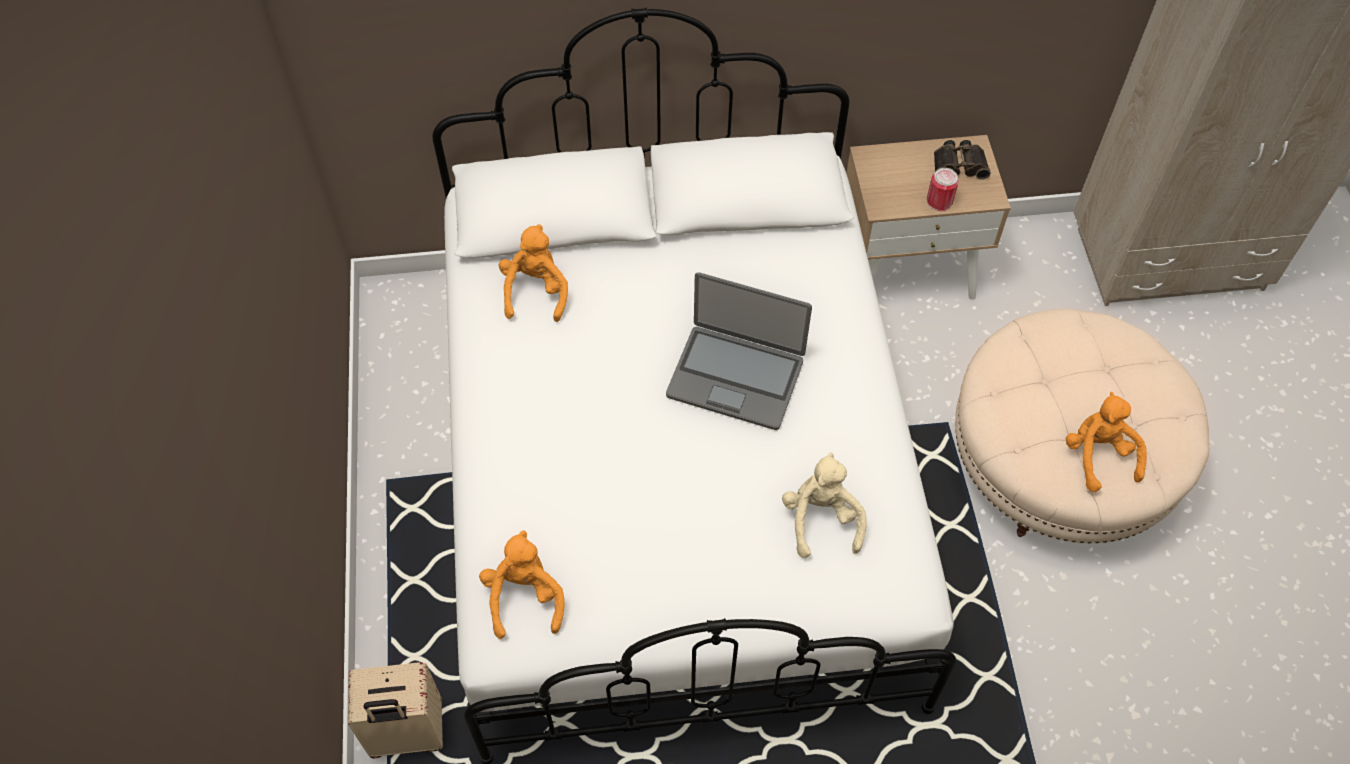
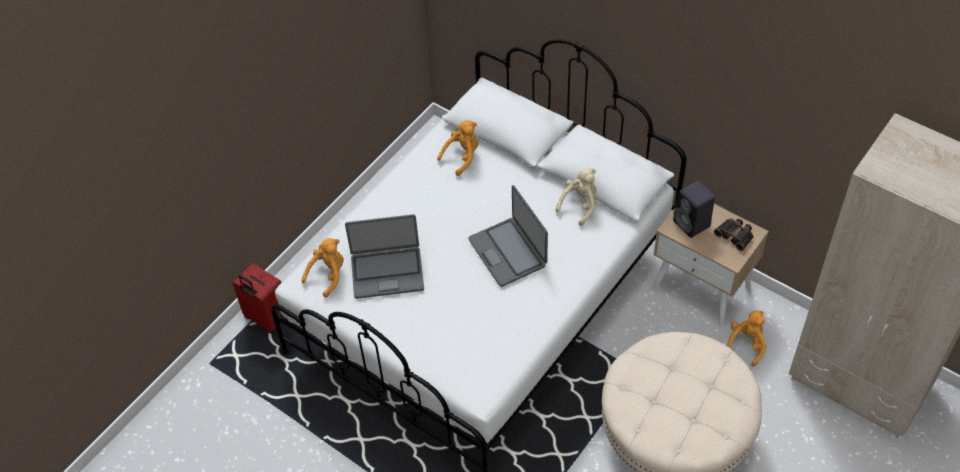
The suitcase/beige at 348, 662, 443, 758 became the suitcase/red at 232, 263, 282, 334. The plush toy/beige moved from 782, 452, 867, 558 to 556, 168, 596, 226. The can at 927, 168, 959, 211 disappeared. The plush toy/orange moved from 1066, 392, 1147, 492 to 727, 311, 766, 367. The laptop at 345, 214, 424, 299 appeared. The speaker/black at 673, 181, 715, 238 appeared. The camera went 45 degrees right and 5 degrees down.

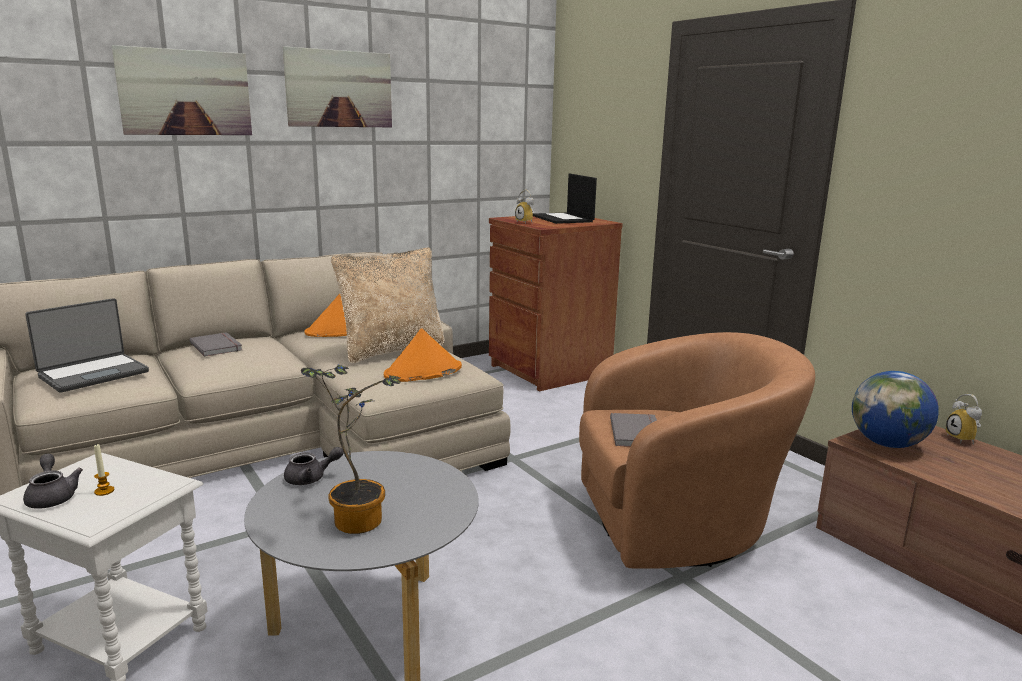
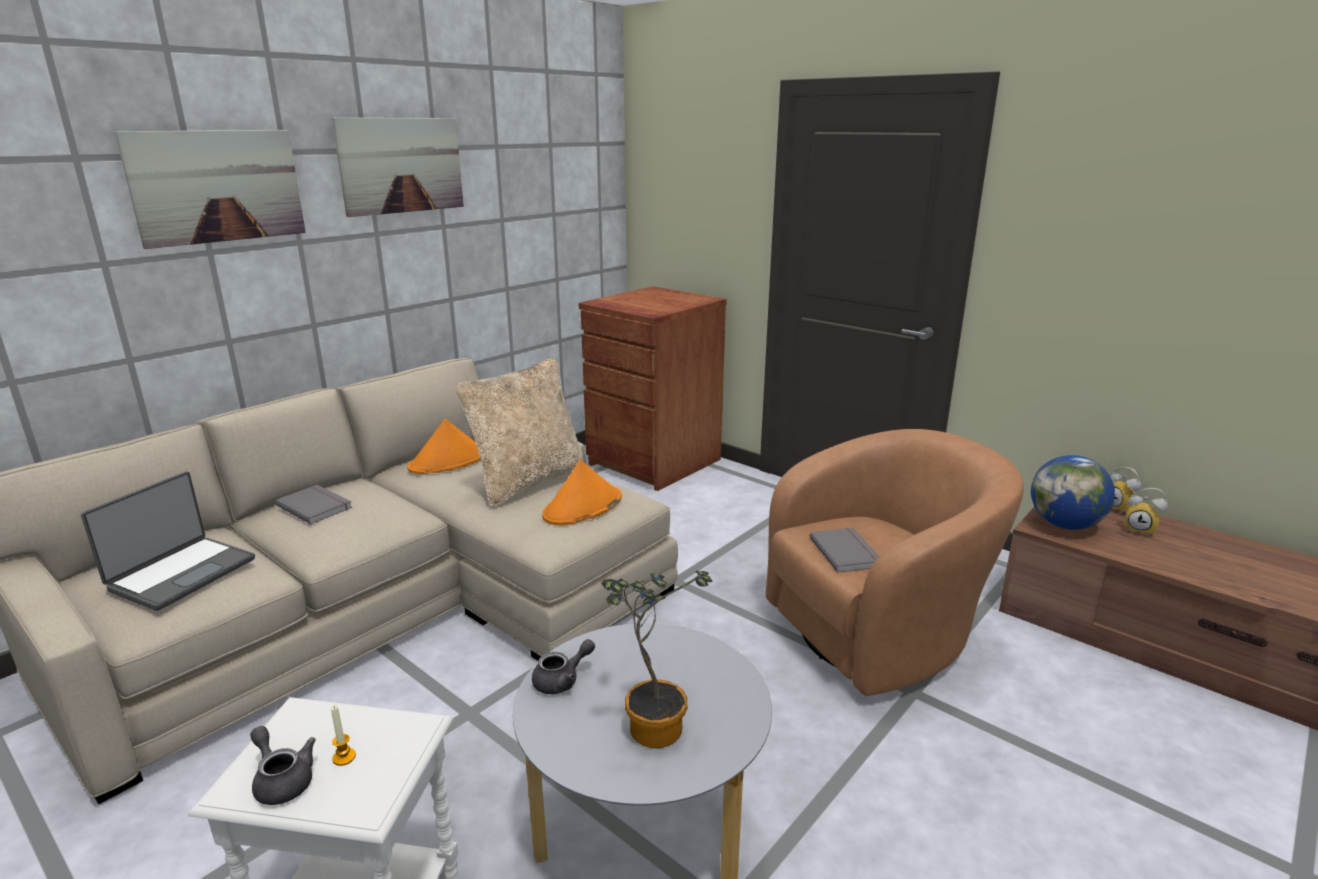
The alarm clock moved from 515, 190, 534, 223 to 1124, 488, 1168, 536. The laptop at 533, 174, 597, 224 disappeared. The camera went 15 degrees left and 5 degrees up.

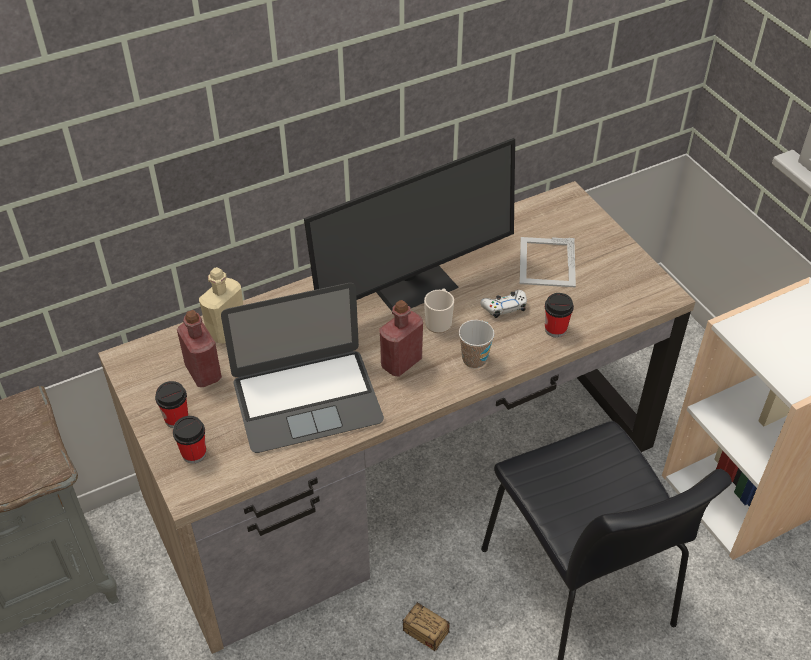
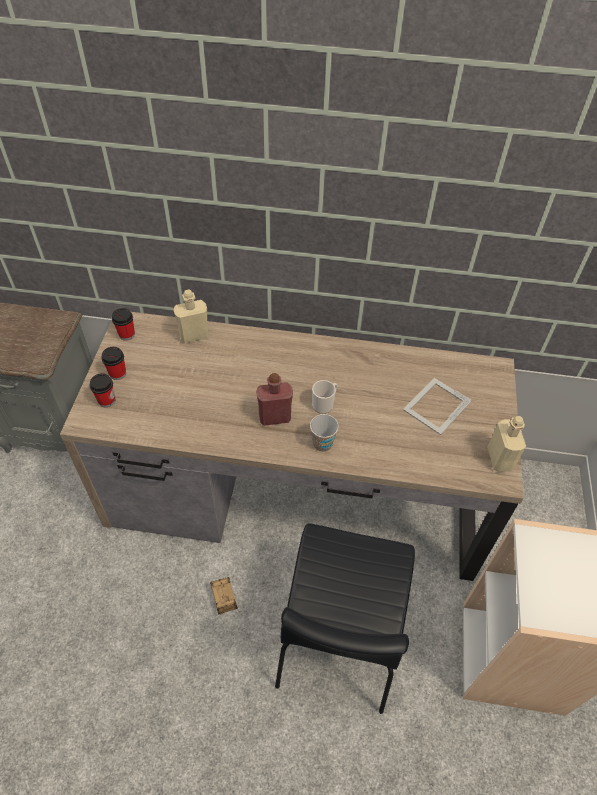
The bottle/red at 177, 310, 222, 387 disappeared. The laptop at 221, 283, 384, 453 disappeared. The monitor at 304, 138, 515, 311 disappeared. The game controller/white at 480, 290, 527, 318 disappeared. The cup moved from 545, 293, 574, 337 to 112, 308, 135, 341. The bottle/beige at 487, 416, 526, 472 appeared. The camera went 35 degrees right and 5 degrees up.

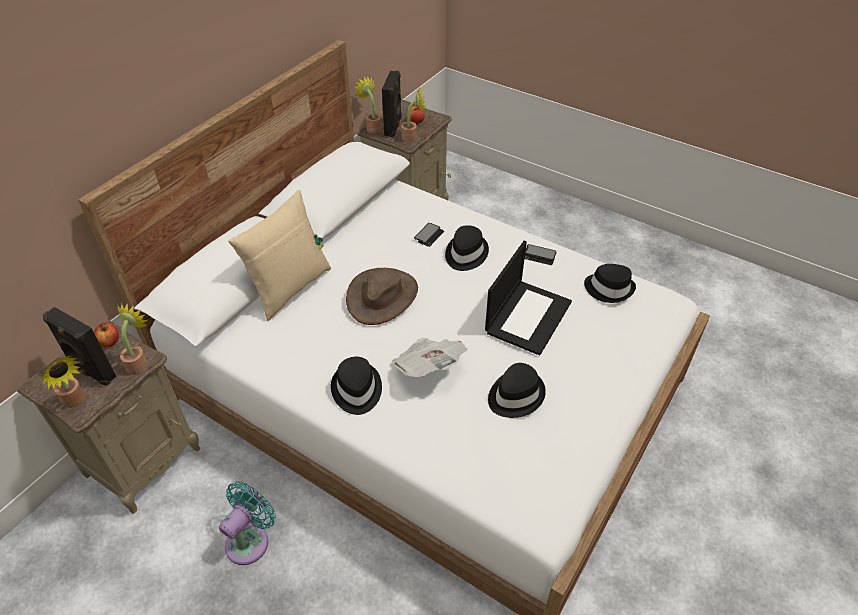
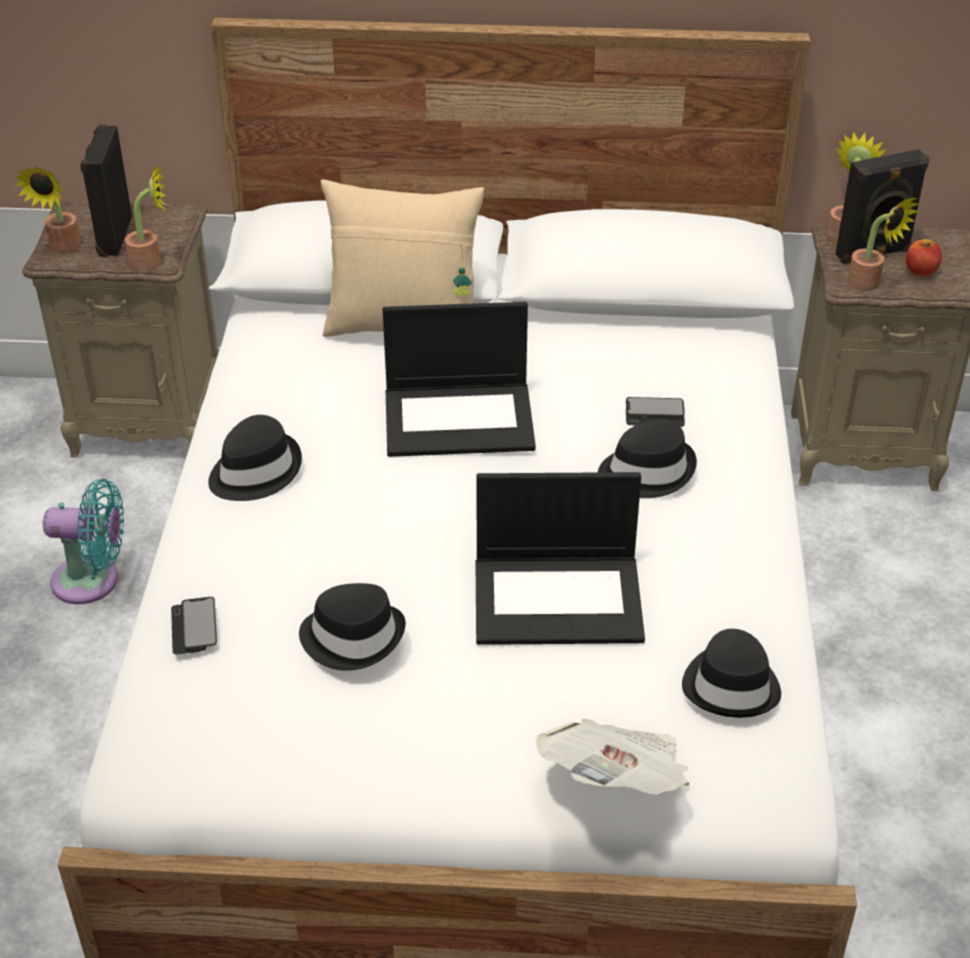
The apple at 94, 322, 119, 347 disappeared. The hat/brown at 346, 268, 418, 325 was replaced by the laptop at 383, 302, 536, 457. The newspaper moved from 392, 338, 468, 377 to 536, 718, 690, 795. The phone moved from 525, 244, 557, 265 to 171, 597, 217, 654. The camera went 60 degrees right and 5 degrees down.

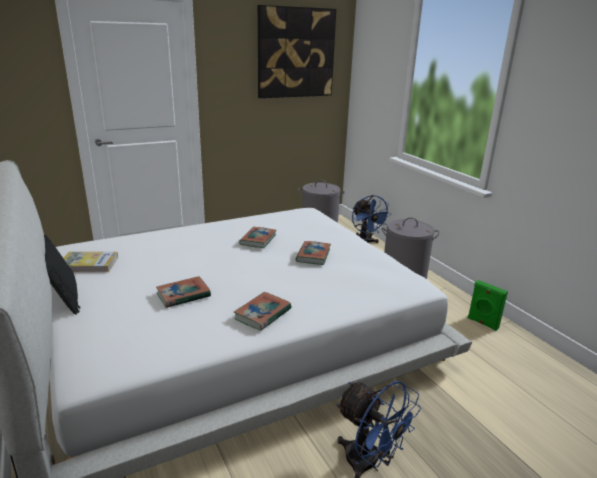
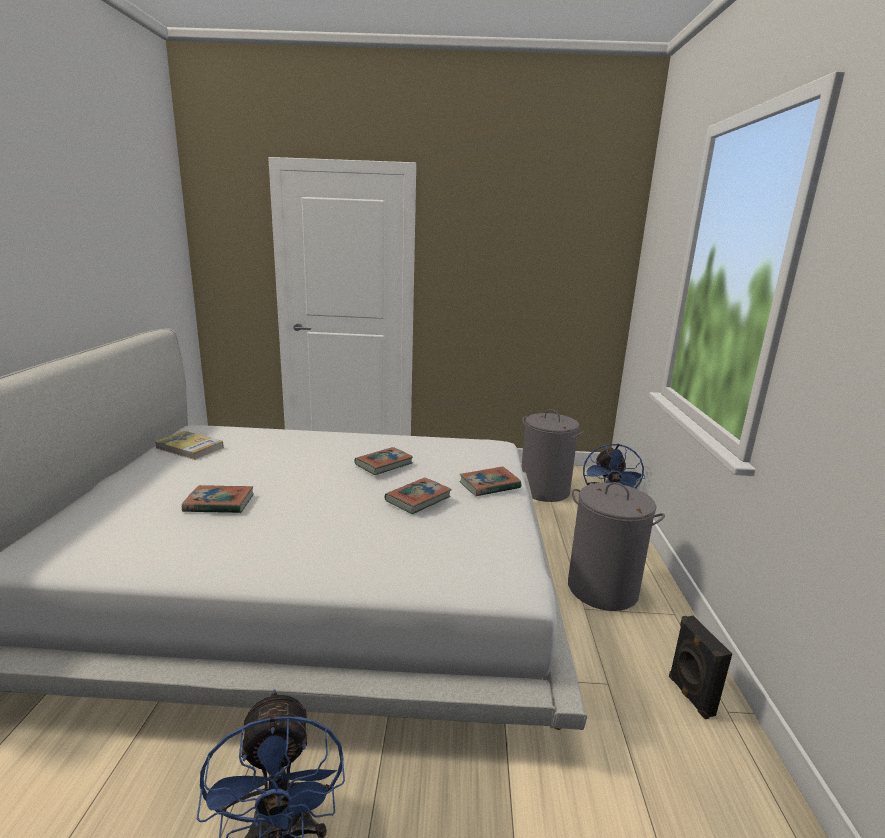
The pillow/black at 44, 235, 80, 315 disappeared. The book moved from 234, 292, 291, 331 to 459, 466, 521, 496. The picture at 258, 5, 336, 98 disappeared. The speaker/green at 468, 280, 508, 331 became the speaker/black at 669, 616, 732, 719. The camera went 30 degrees right and 5 degrees down.

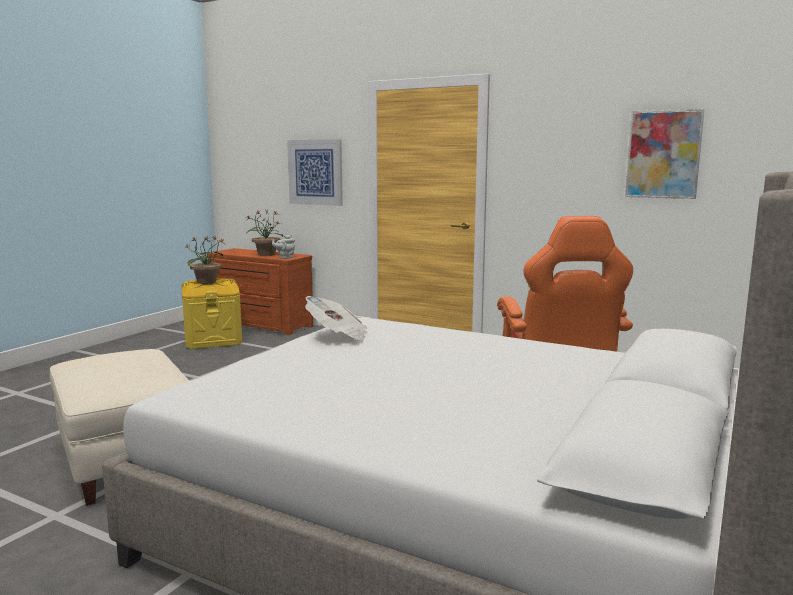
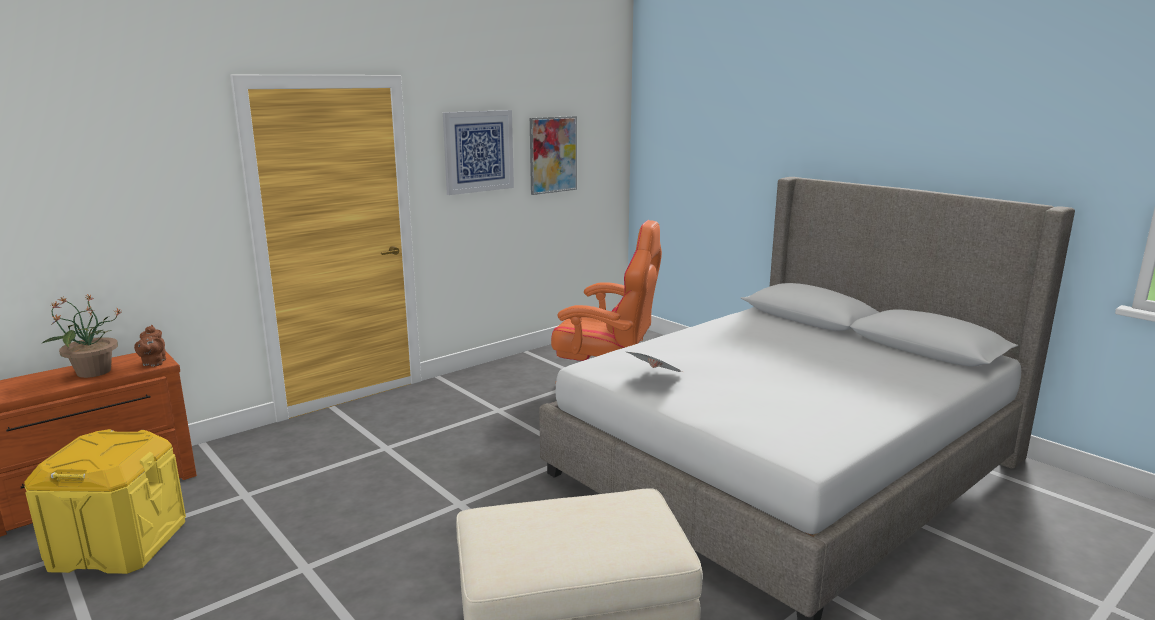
The potted plant at 186, 235, 228, 284 disappeared. The teapot/grey at 272, 235, 295, 259 became the teapot/brown at 134, 325, 166, 366. The picture moved from 287, 139, 343, 206 to 443, 110, 514, 195. The camera went 70 degrees left and 5 degrees up.

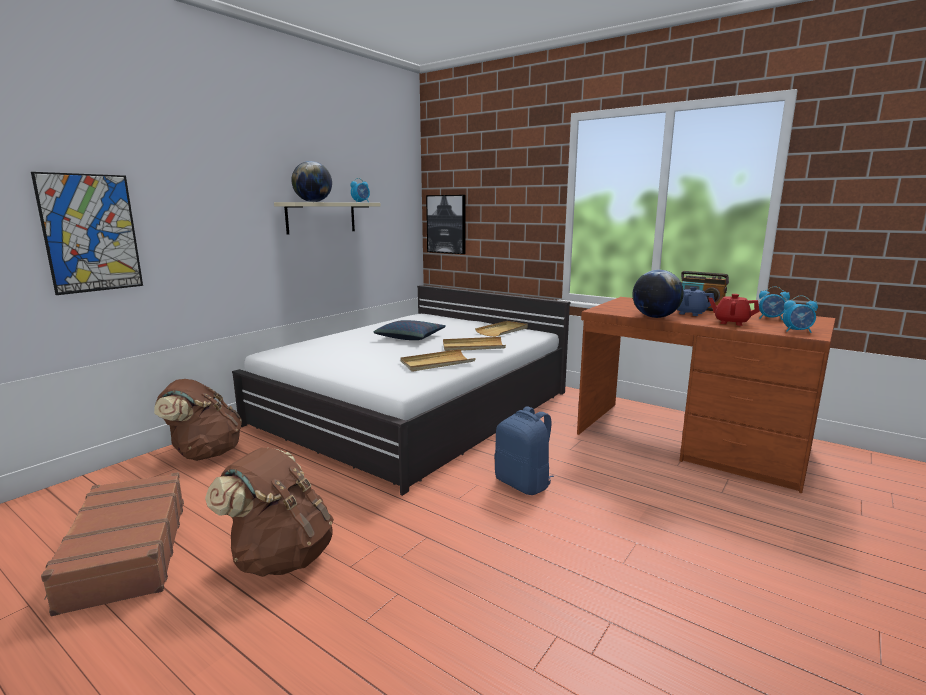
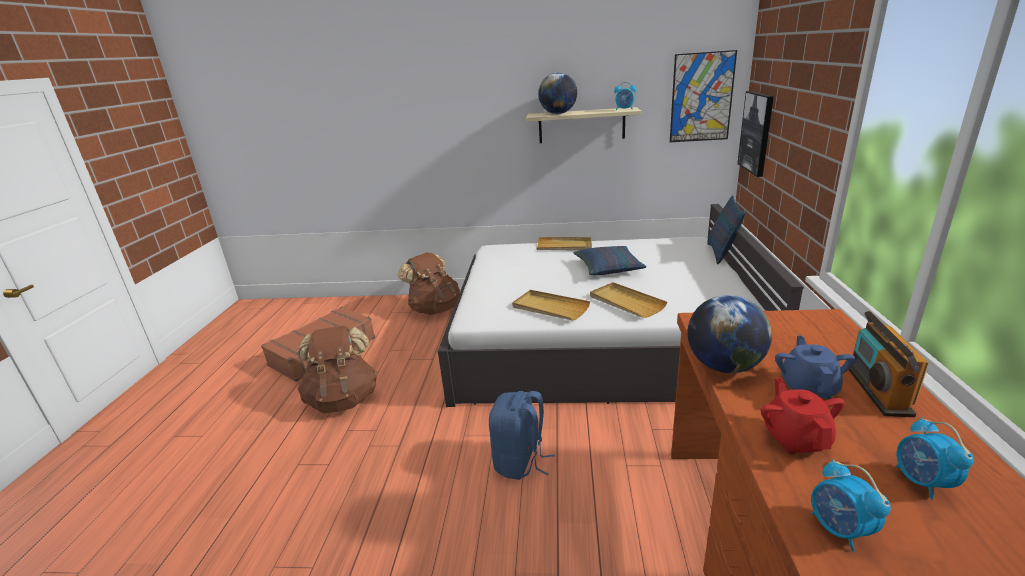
The picture moved from 31, 172, 143, 295 to 670, 50, 737, 142. The tray/beige moved from 475, 321, 528, 337 to 536, 237, 592, 251. The pillow/blue at 707, 195, 745, 264 appeared. The camera went 60 degrees right and 10 degrees up.

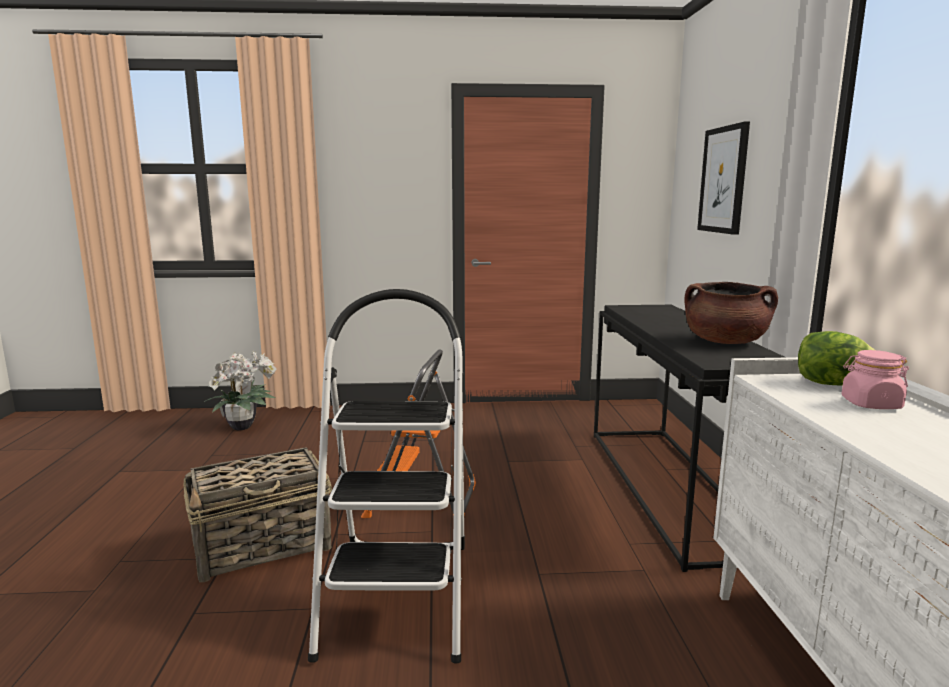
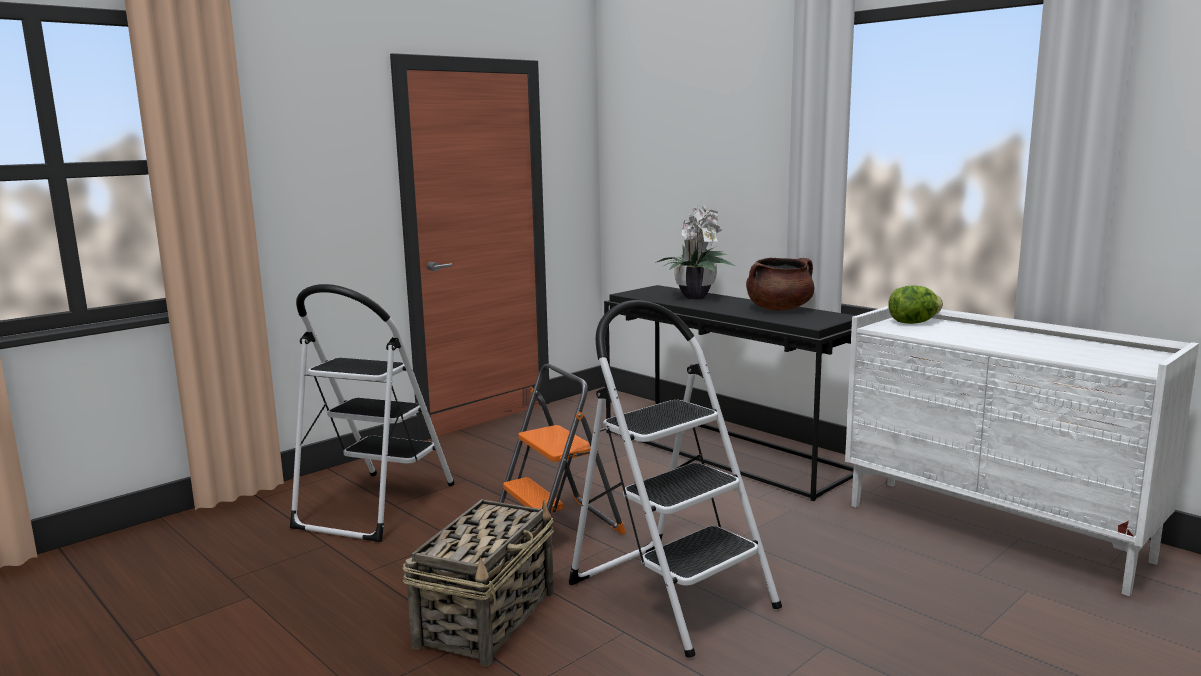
The potted plant moved from 204, 350, 277, 430 to 655, 205, 736, 299. The picture at 697, 122, 750, 235 disappeared. The jar/pink at 841, 350, 909, 409 disappeared. The step ladder at 290, 284, 455, 542 appeared. The camera went 40 degrees left and 0 degrees up.

